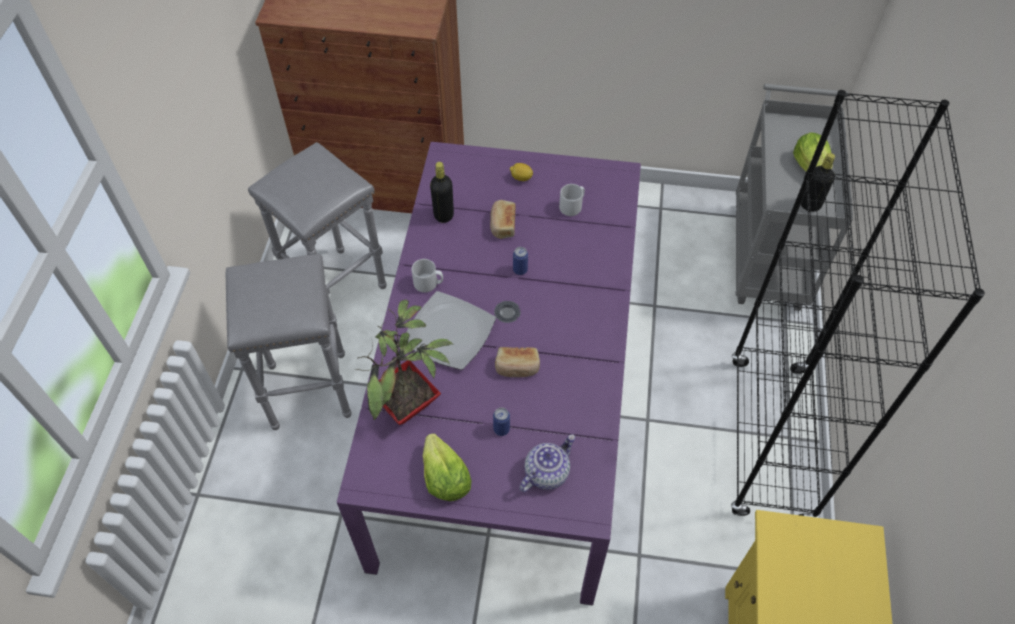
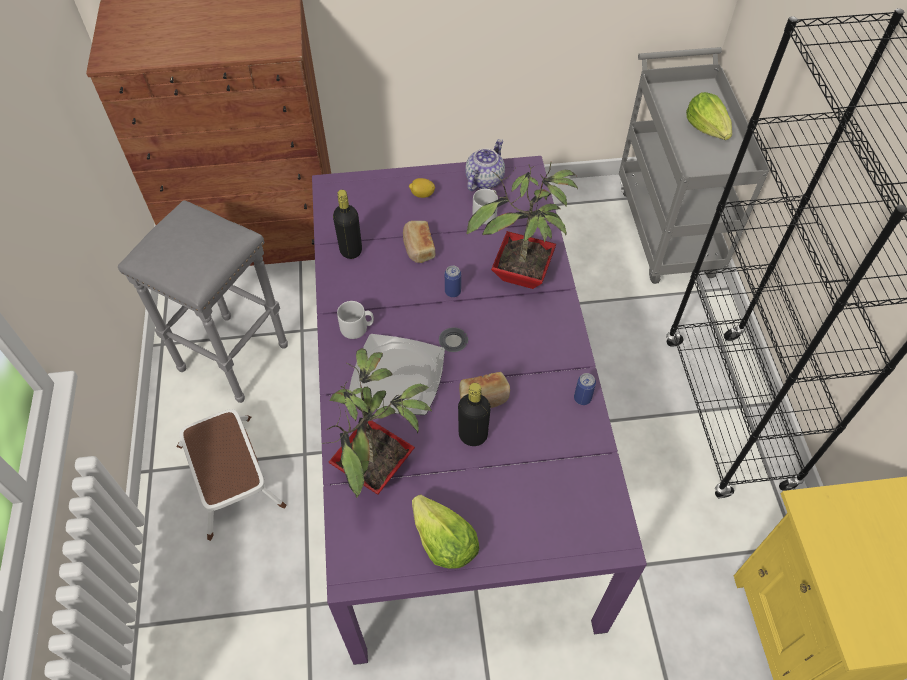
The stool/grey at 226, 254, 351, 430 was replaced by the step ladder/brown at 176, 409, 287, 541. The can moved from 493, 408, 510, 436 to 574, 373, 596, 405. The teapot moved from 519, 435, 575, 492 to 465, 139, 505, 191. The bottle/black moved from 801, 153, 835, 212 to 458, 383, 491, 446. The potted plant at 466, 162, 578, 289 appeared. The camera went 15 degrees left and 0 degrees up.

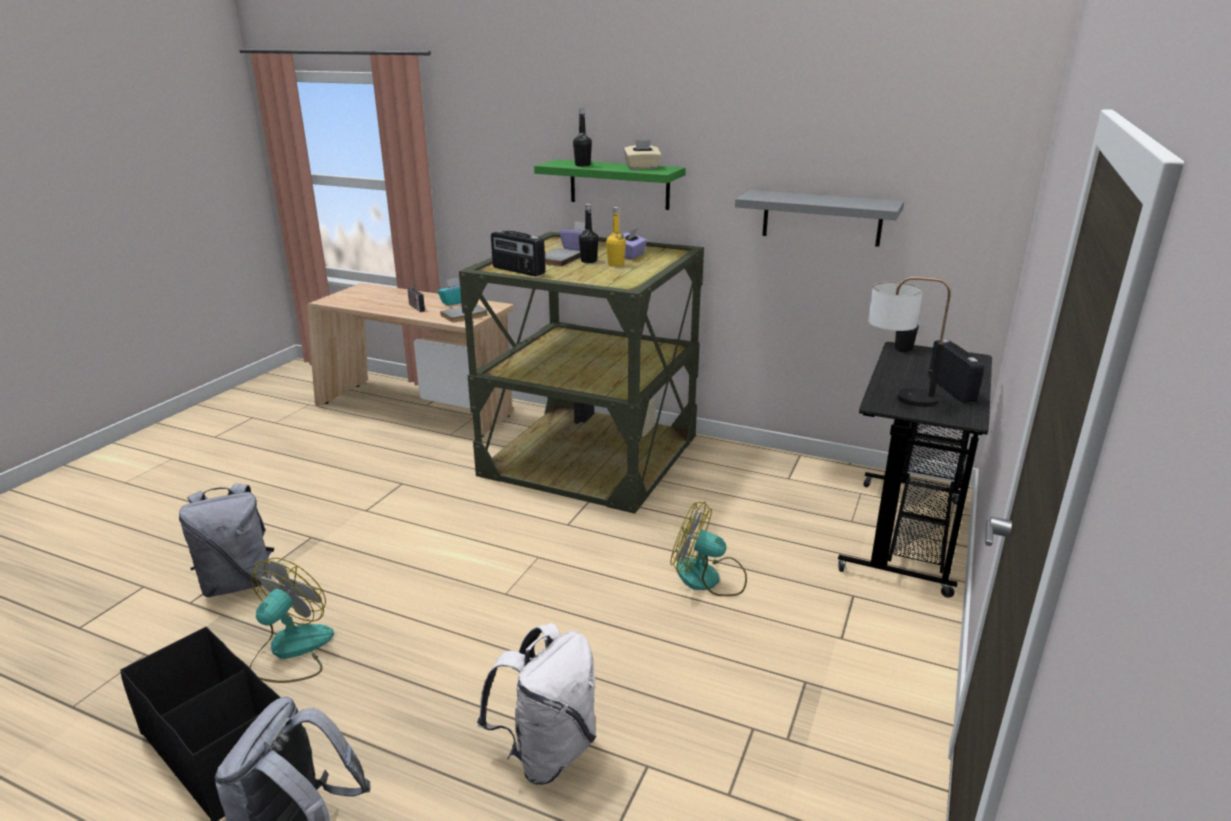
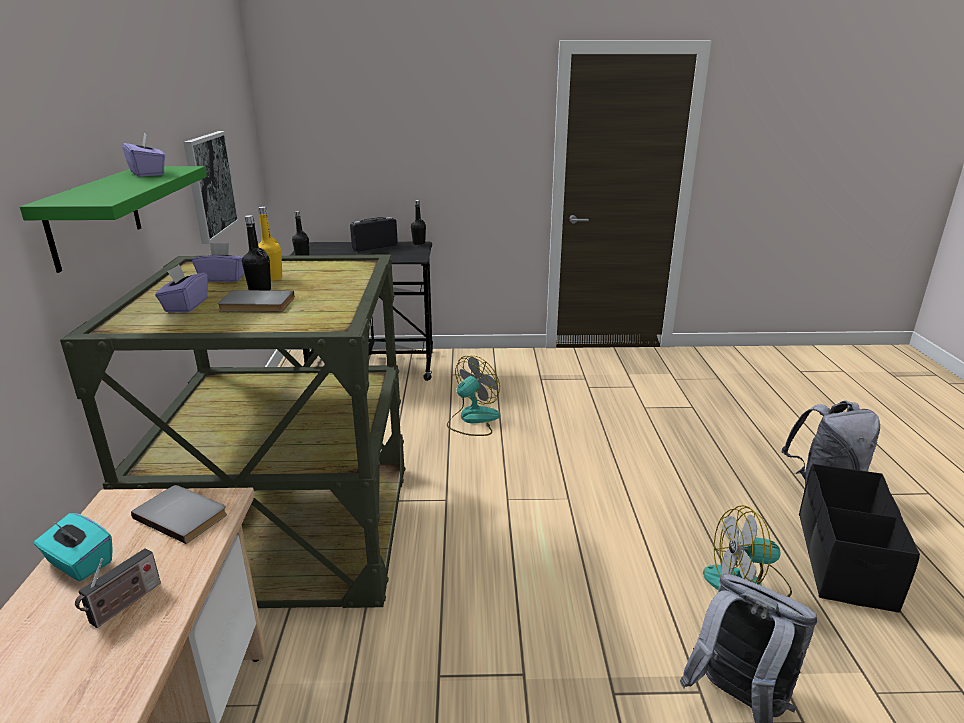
The backpack/white at 477, 623, 596, 785 disappeared. The radio at 491, 230, 545, 277 disappeared. The bottle/black moved from 573, 108, 592, 167 to 411, 200, 426, 245. The tissue box/beige at 624, 140, 662, 169 became the tissue box/purple at 122, 133, 165, 177. The fan at 670, 502, 747, 596 turned 135 degrees counterclockwise. The shelf/grey at 735, 190, 904, 247 was replaced by the picture at 183, 131, 240, 244. The table lamp at 868, 277, 951, 407 disappeared. The camera went 115 degrees left and 0 degrees up.

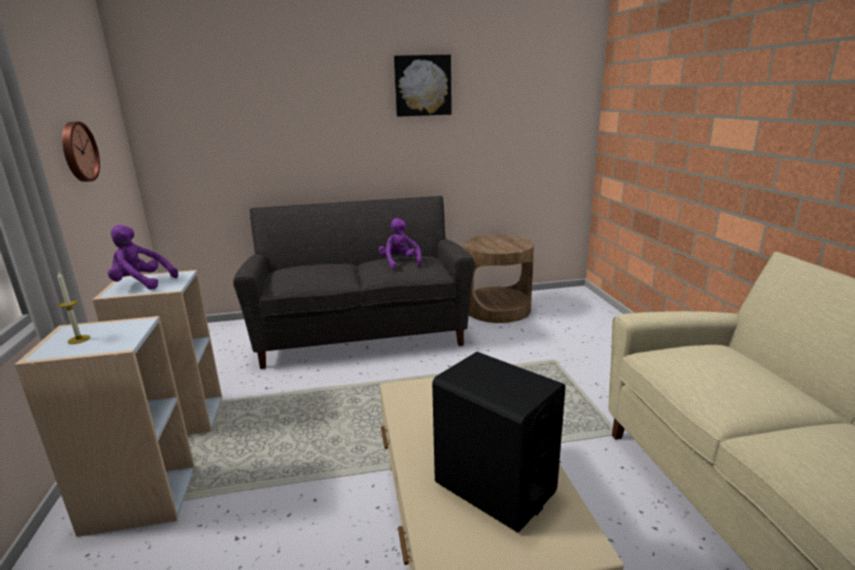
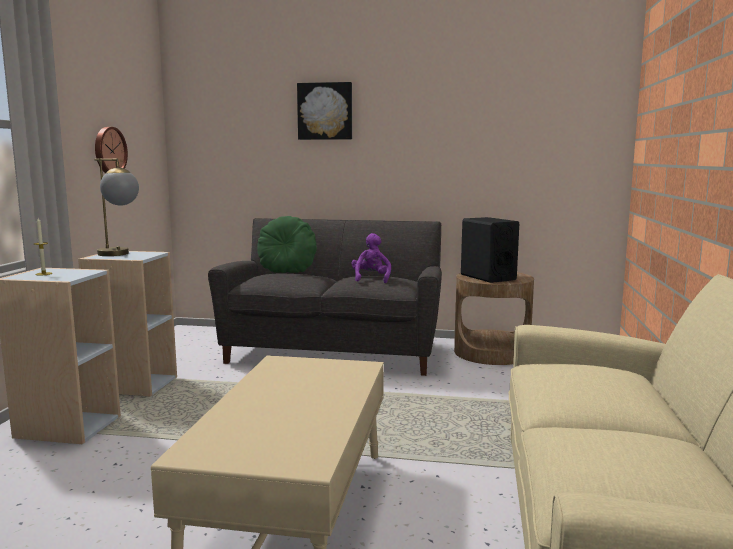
The plush toy/purple at 108, 225, 178, 290 was replaced by the table lamp at 95, 158, 139, 256. The picture moved from 394, 55, 452, 117 to 297, 82, 352, 140. The speaker/black moved from 432, 352, 565, 532 to 461, 217, 519, 283. The pillow/green at 257, 216, 317, 273 appeared. The camera went 20 degrees right and 10 degrees down.

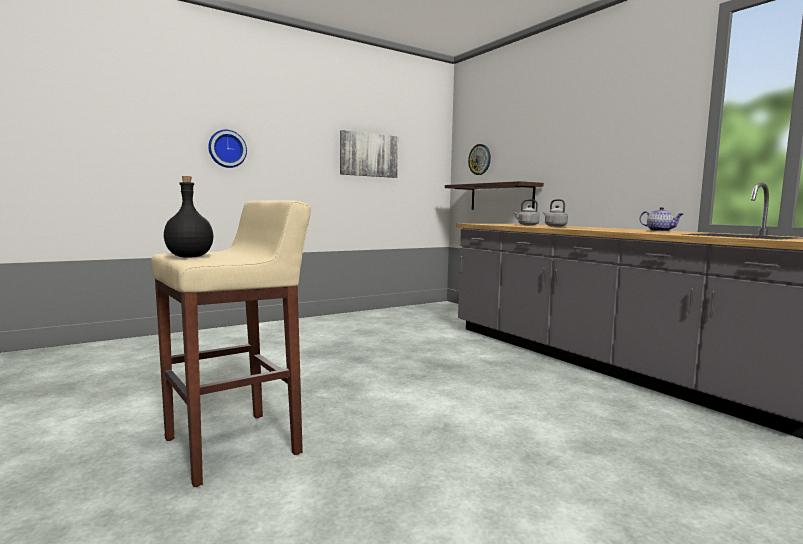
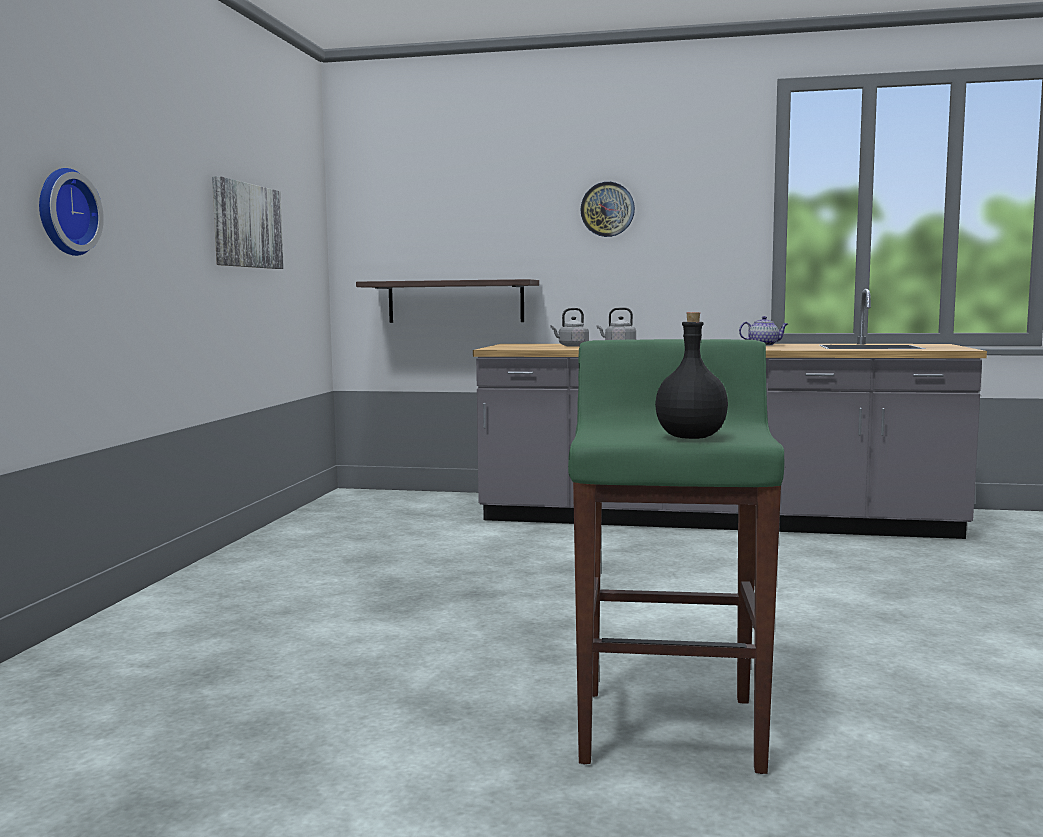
The stool/beige at 151, 200, 311, 487 became the stool/green at 568, 339, 784, 774. The wall clock moved from 468, 144, 491, 175 to 580, 182, 635, 237. The camera went 45 degrees left and 0 degrees up.

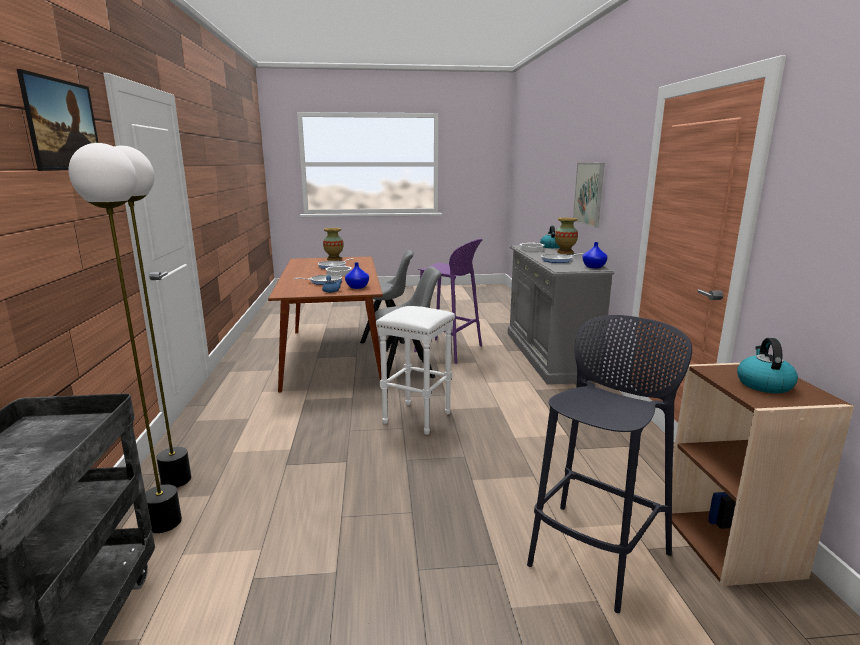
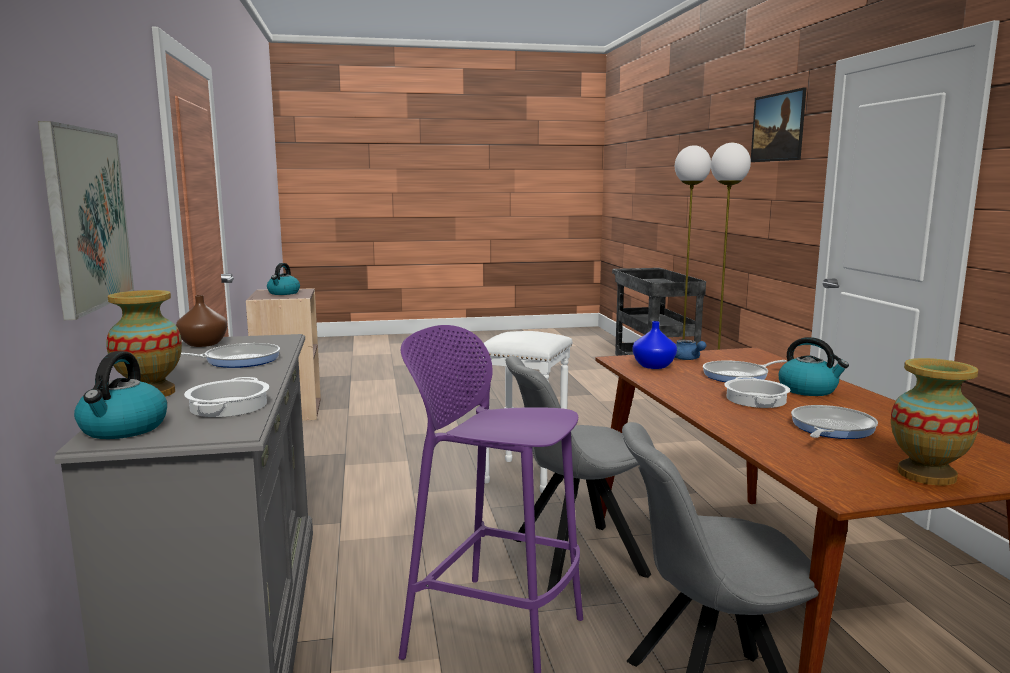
The stool/grey at 527, 315, 692, 613 disappeared. The vase/blue at 582, 242, 607, 268 became the vase/brown at 176, 295, 227, 347. The kettle at 779, 337, 849, 396 appeared. The camera went 175 degrees right and 5 degrees down.

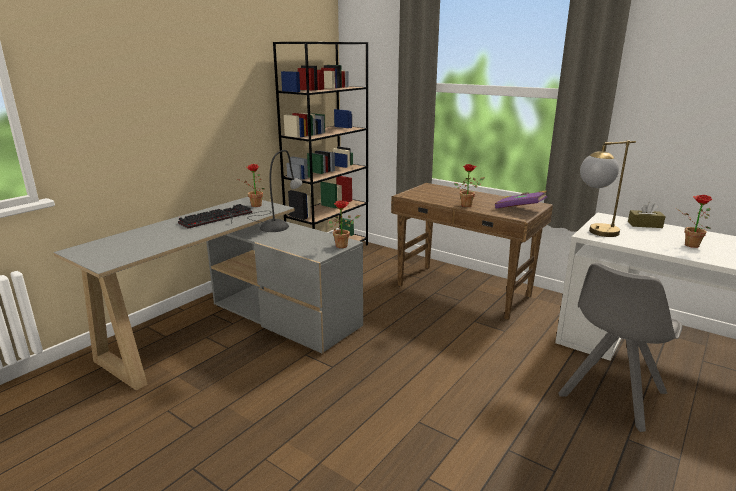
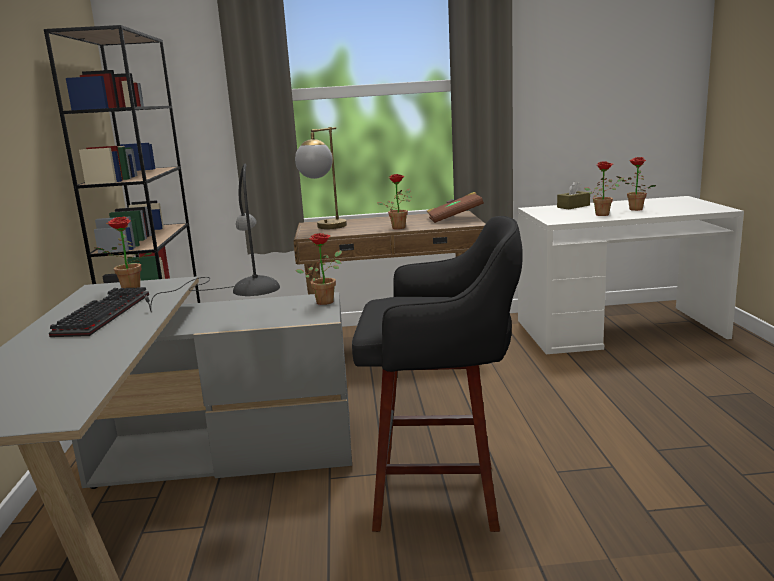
The book/purple at 495, 190, 547, 209 became the book/brown at 427, 192, 484, 223. The chair/grey at 559, 262, 682, 432 disappeared. The table lamp moved from 580, 140, 636, 237 to 295, 127, 347, 229. The stool/black at 352, 216, 523, 532 appeared. The potted plant at 584, 161, 624, 216 appeared. The camera went 40 degrees left and 5 degrees down.

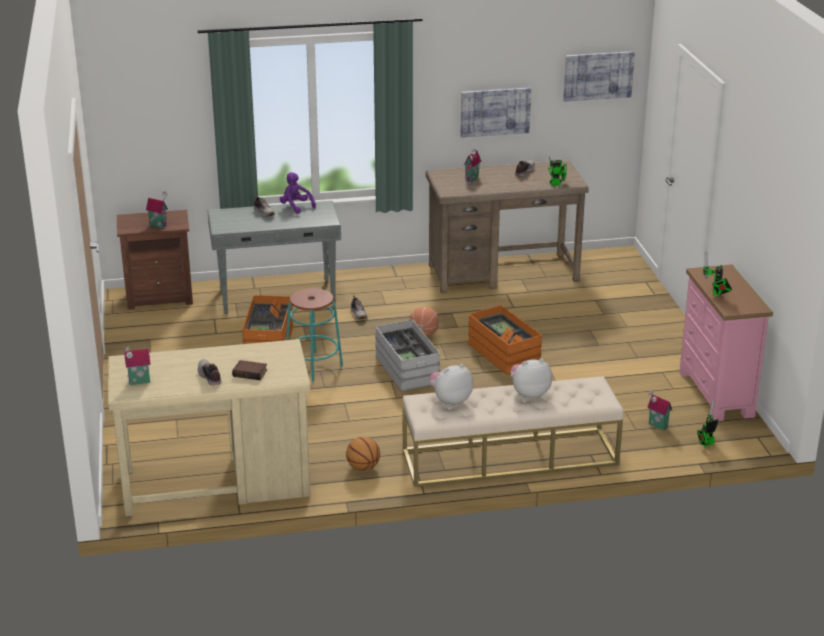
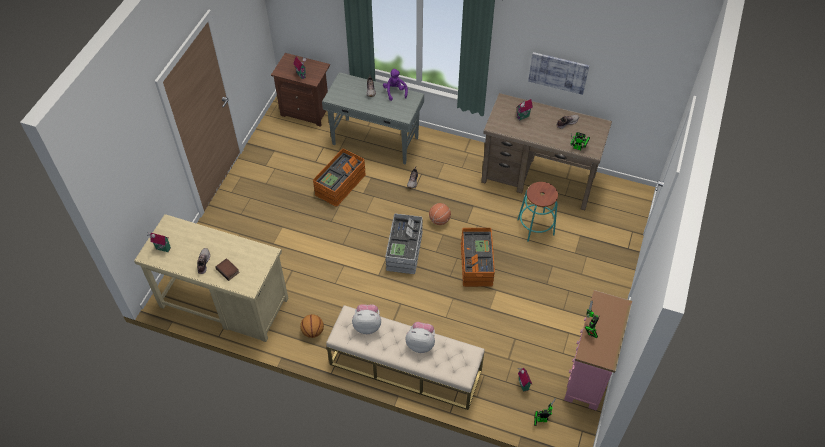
The stool/turquoise moved from 286, 288, 343, 381 to 517, 182, 558, 242. The picture at 563, 51, 635, 102 disappeared. The camera went 30 degrees right and 25 degrees up.

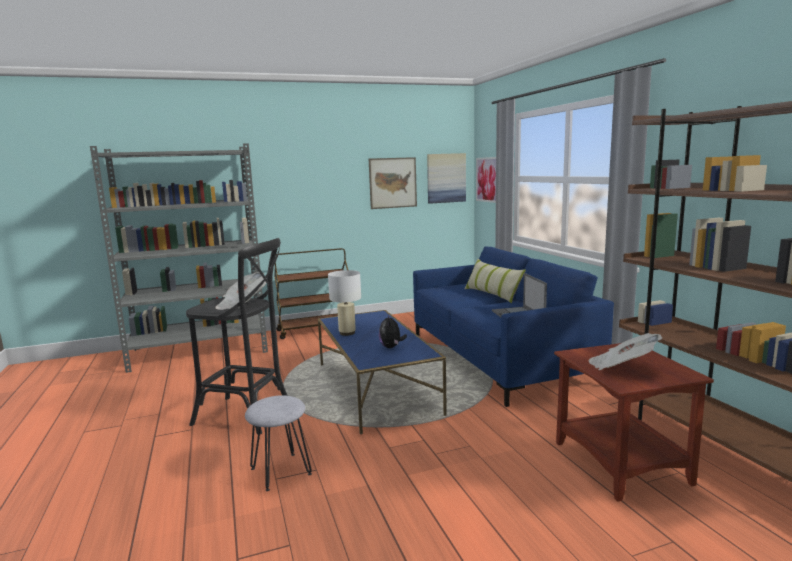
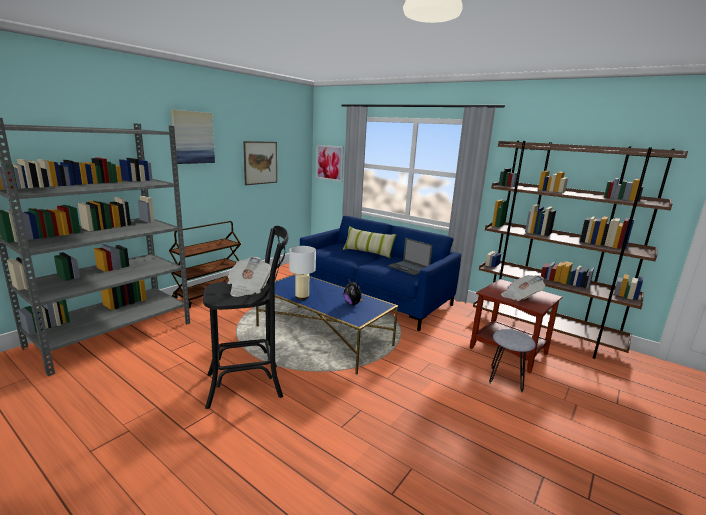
The stool/grey moved from 245, 395, 312, 491 to 489, 329, 536, 392. The picture moved from 427, 153, 466, 204 to 171, 110, 215, 164. The camera went 35 degrees left and 5 degrees up.

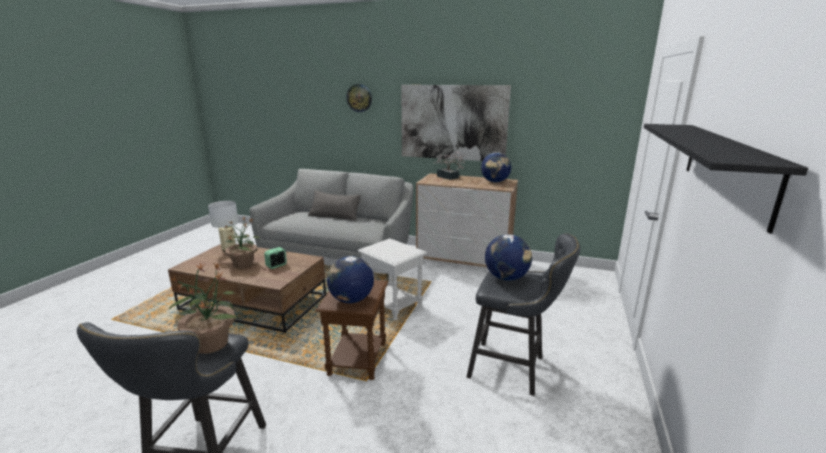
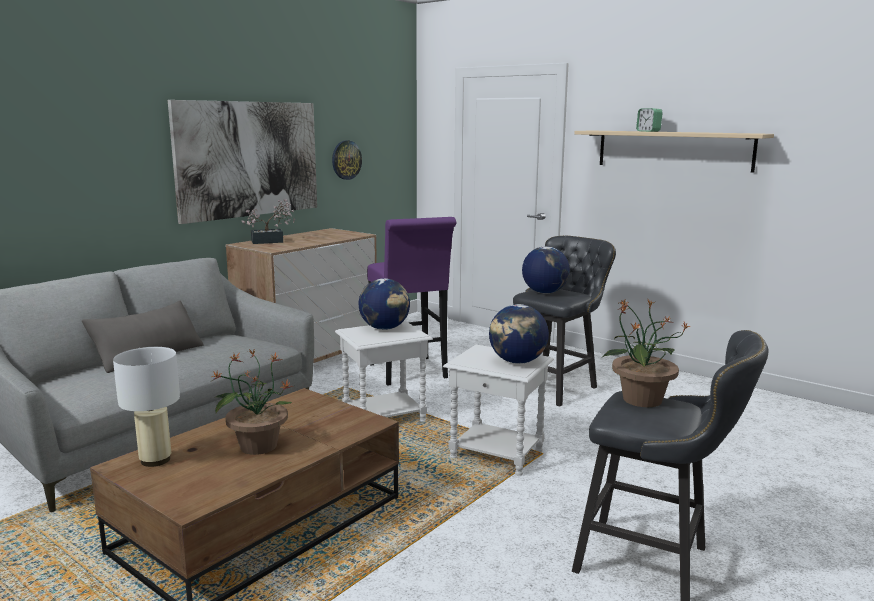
The alarm clock moved from 264, 247, 287, 269 to 636, 108, 663, 132. The side table/brown at 315, 280, 388, 380 became the side table/white at 443, 345, 554, 476. The wall clock moved from 346, 84, 372, 112 to 332, 141, 362, 180. The globe moved from 481, 152, 511, 182 to 359, 278, 410, 330. The shelf/black at 644, 124, 808, 234 became the shelf/beige at 574, 131, 774, 173. The stool/purple at 367, 217, 456, 386 appeared. The camera went 70 degrees left and 5 degrees down.

